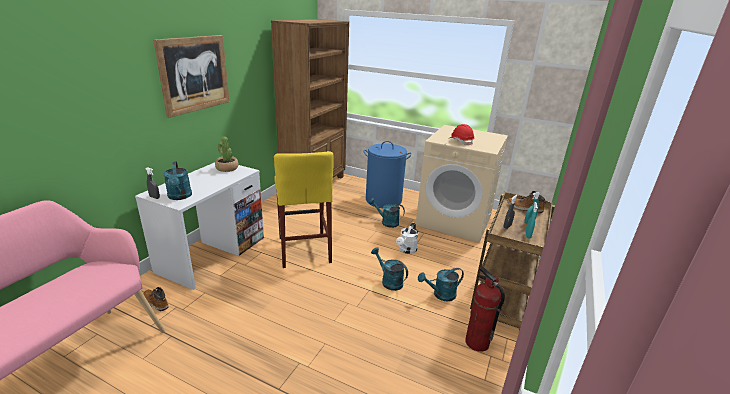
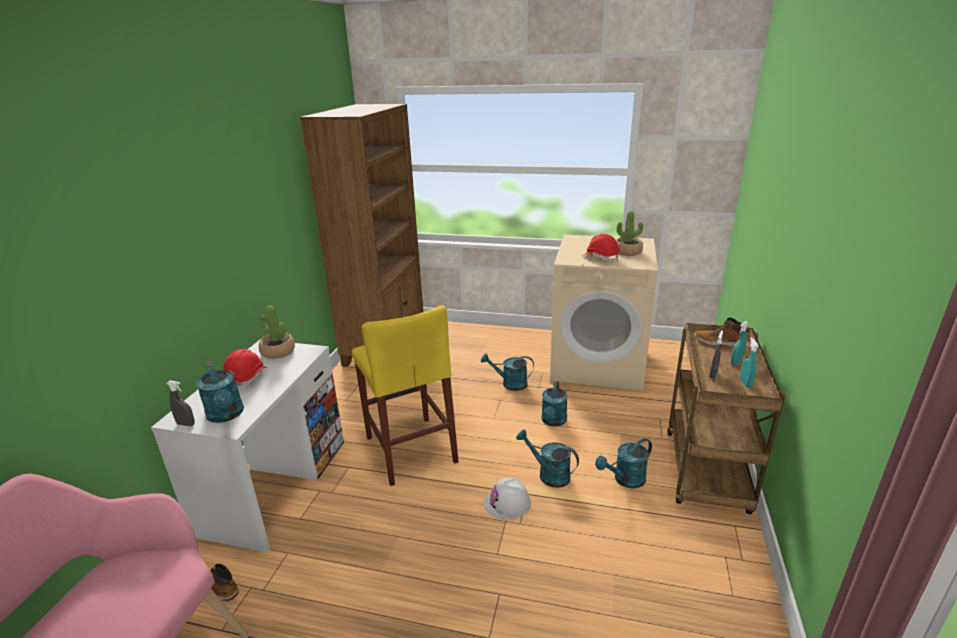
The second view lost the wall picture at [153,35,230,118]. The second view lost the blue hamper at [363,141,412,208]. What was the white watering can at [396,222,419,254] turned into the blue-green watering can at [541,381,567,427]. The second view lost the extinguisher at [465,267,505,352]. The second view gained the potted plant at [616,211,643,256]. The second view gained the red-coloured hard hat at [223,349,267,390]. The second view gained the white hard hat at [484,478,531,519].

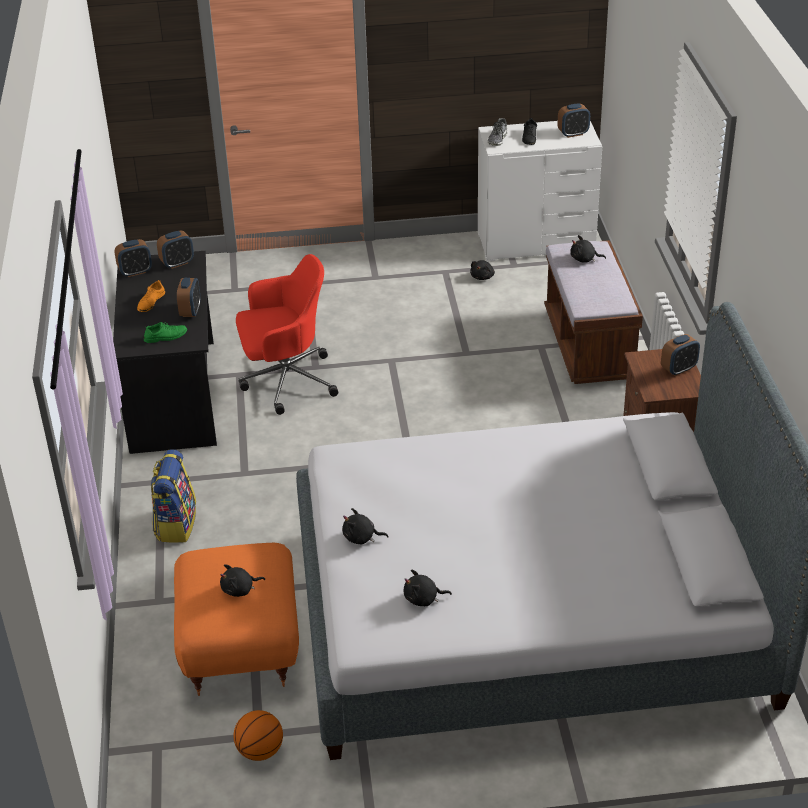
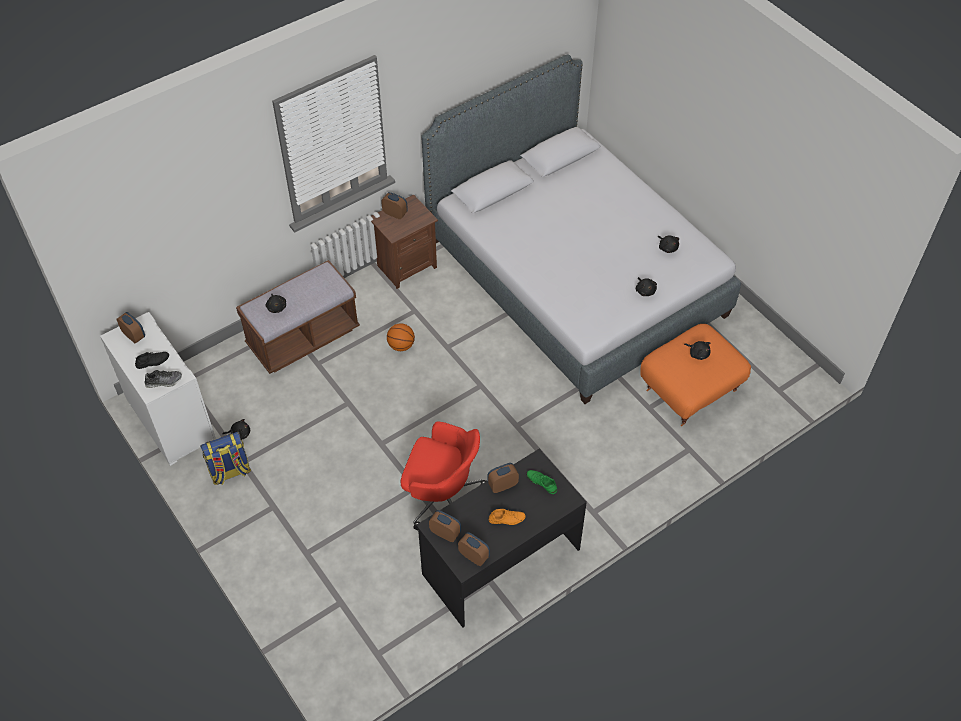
The red-coloured office chair at [236,254,338,415] ended up facing another way, 150 degrees clockwise from before. The backpack ended up elsewhere, having gone from [151,449,196,543] to [200,432,251,485]. The basketball ended up elsewhere, having gone from [234,710,283,761] to [387,323,415,351].

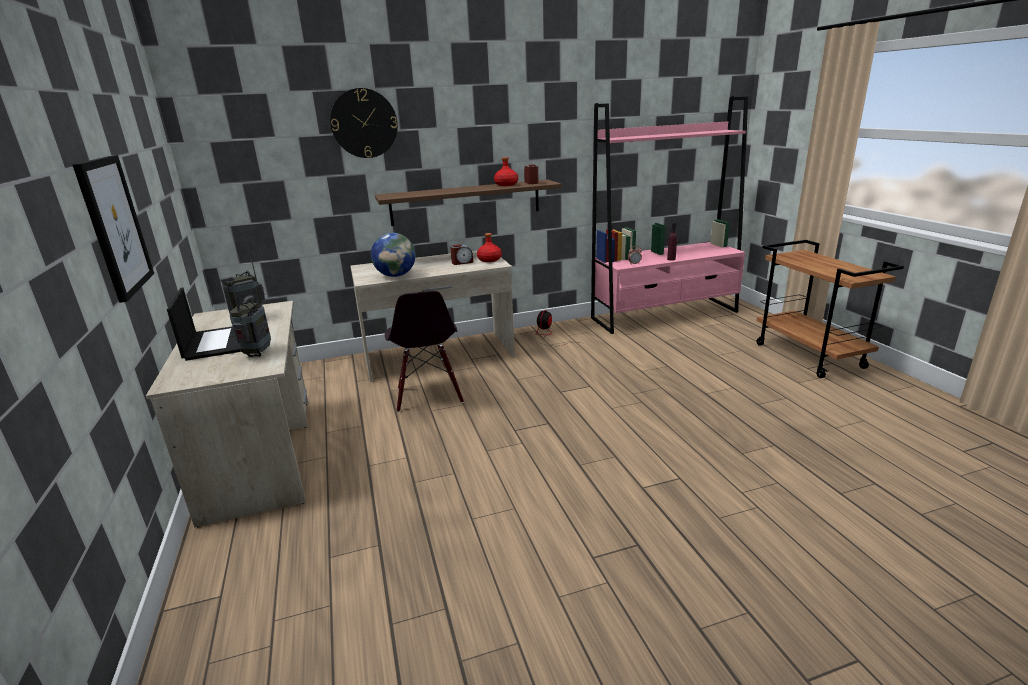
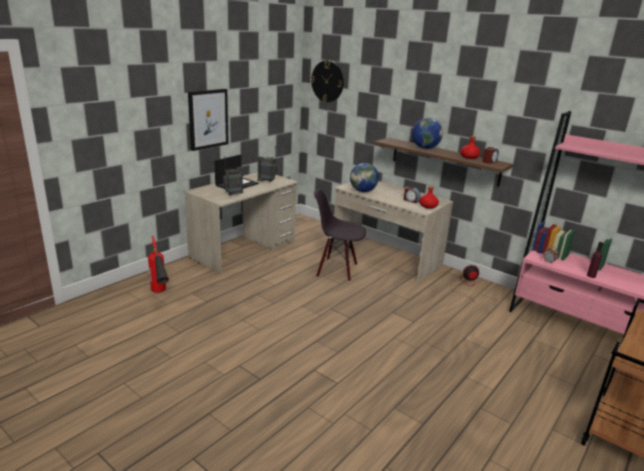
The clock on the wall ended up elsewhere, having gone from [330,88,398,158] to [311,60,344,102]. The blackish plain chair at [385,291,464,412] ended up facing another way, 60 degrees clockwise from before. The second view gained the globe at [412,118,443,149]. The second view gained the extinguisher at [148,236,169,293].

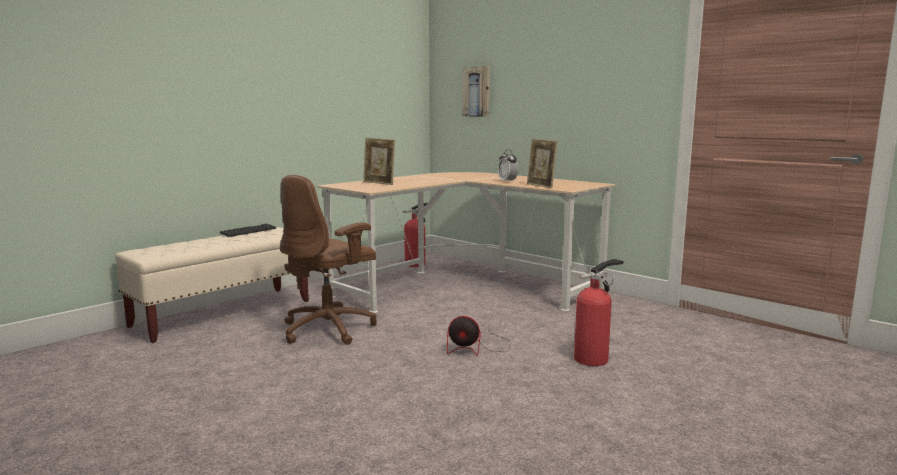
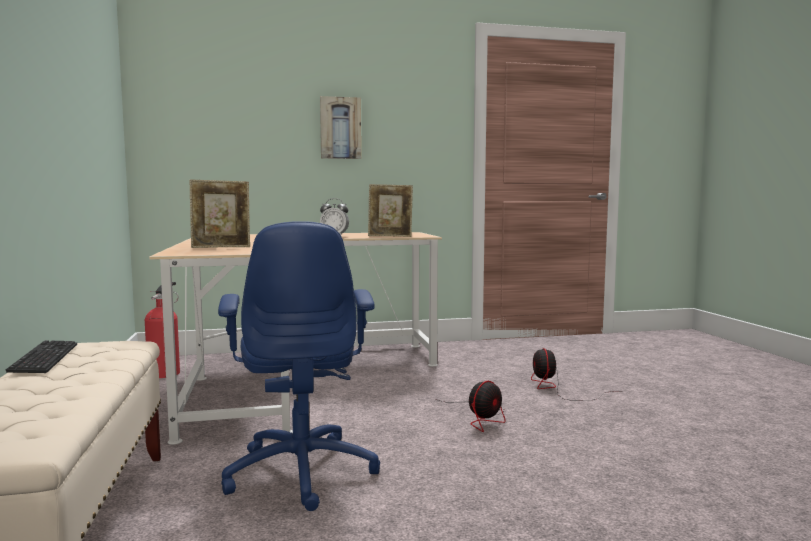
The wall picture ended up elsewhere, having gone from [462,66,490,117] to [320,96,361,159]. What was the brown-coloured office chair at [280,175,377,345] turned into the blue office chair at [218,221,380,511]. Where the extinguisher stood at [574,259,623,366], the cooling fan came to stand at [531,348,615,400].

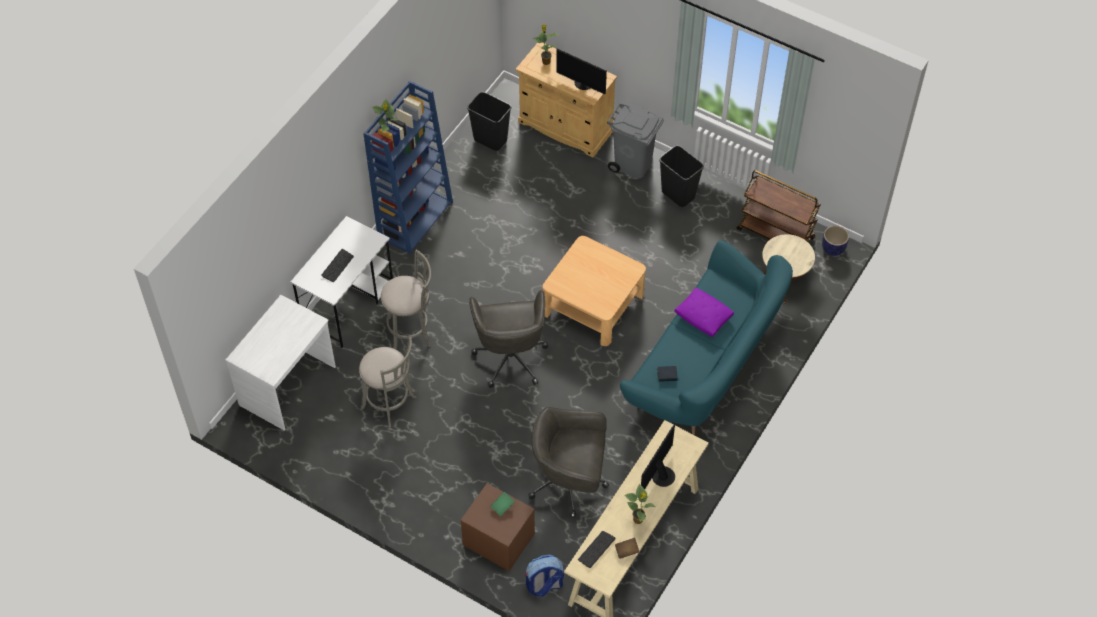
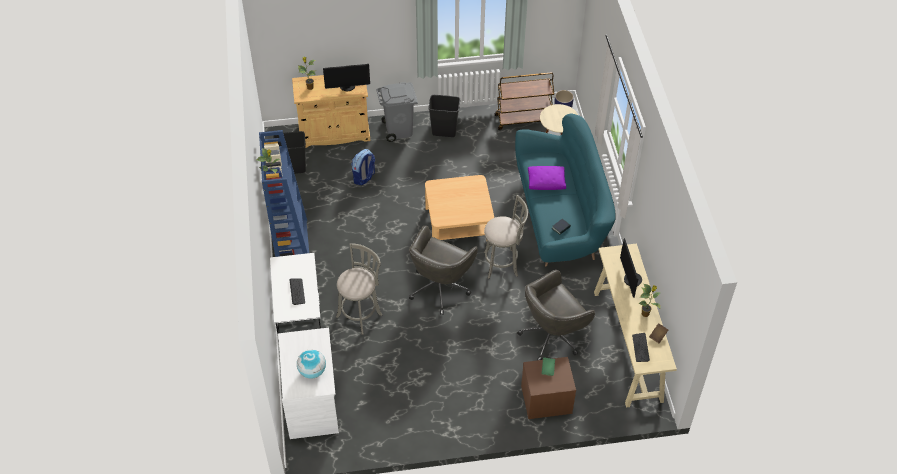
The grey office chair at [469,290,548,388] ended up facing another way, 75 degrees clockwise from before. The grey stool seat ended up elsewhere, having gone from [359,337,416,428] to [484,195,528,279]. The backpack ended up elsewhere, having gone from [526,555,564,597] to [351,149,375,185]. The second view gained the globe at [297,349,326,379].

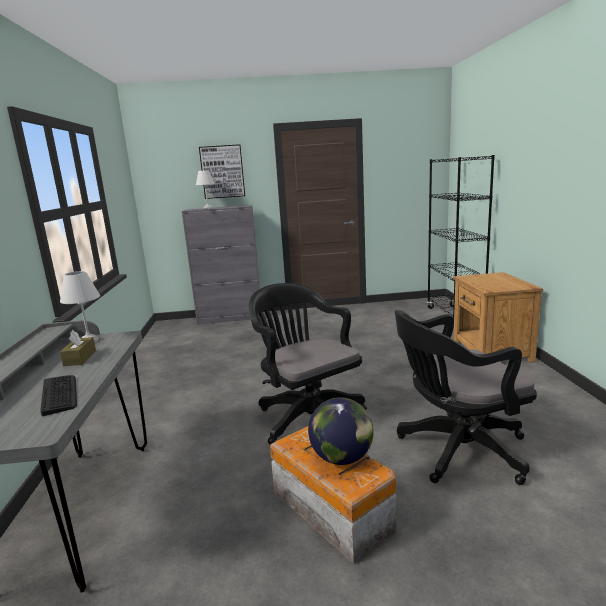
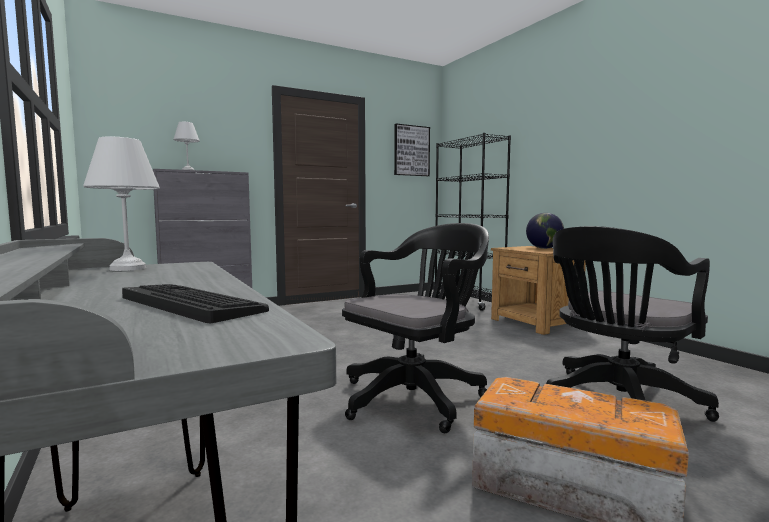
The wall picture ended up elsewhere, having gone from [199,144,245,199] to [394,123,430,176]. The blackish office chair at [249,283,367,445] ended up facing another way, 105 degrees clockwise from before. The second view lost the brown-coloured box of tissues at [60,330,96,366]. The globe ended up elsewhere, having gone from [308,397,374,465] to [526,213,564,249].

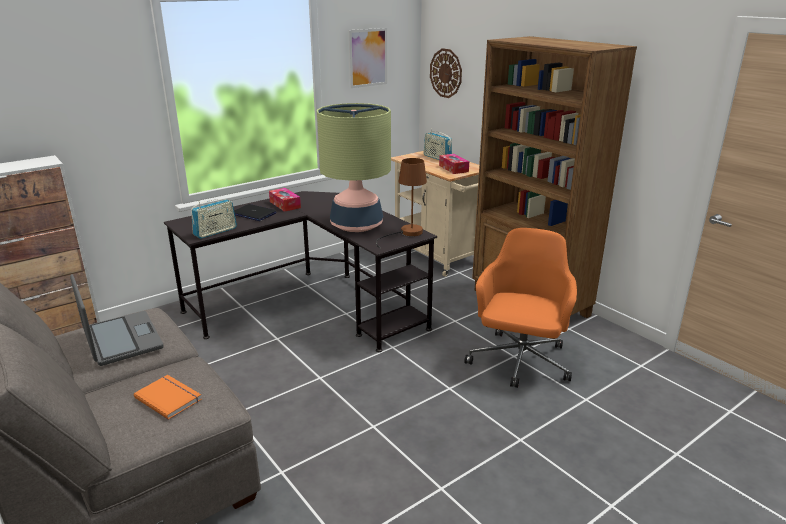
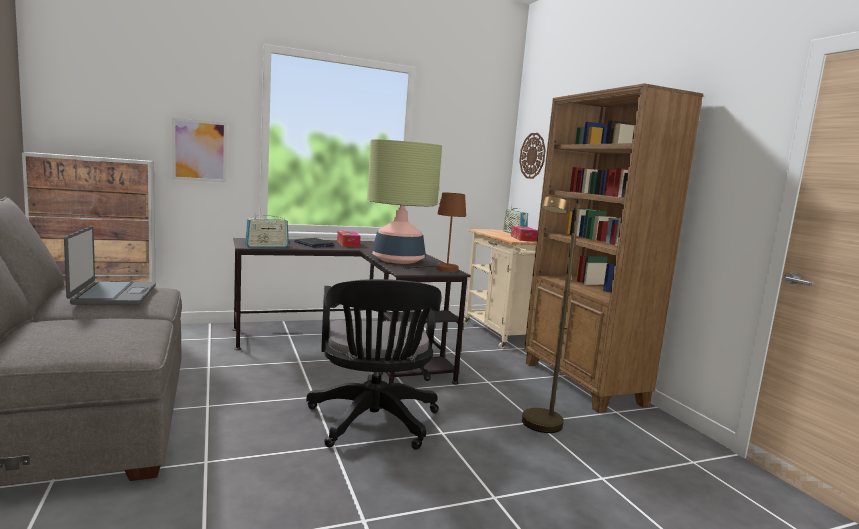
The wall picture ended up elsewhere, having gone from [348,28,387,88] to [172,117,227,182]. Where the orangey office chair stood at [464,228,577,388], the brown-coloured standard lamp came to stand at [522,196,579,433]. The second view lost the orangey volume at [134,375,202,420]. The second view gained the blackish office chair at [306,279,442,450].

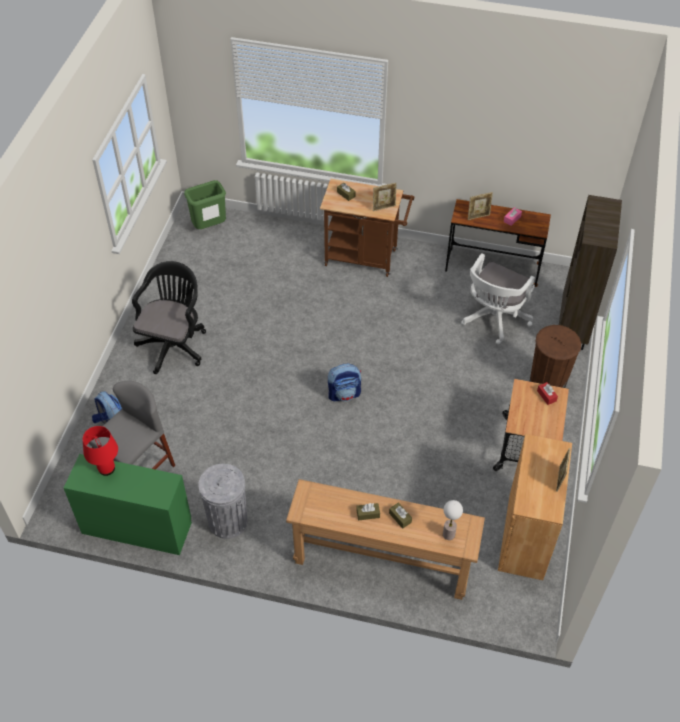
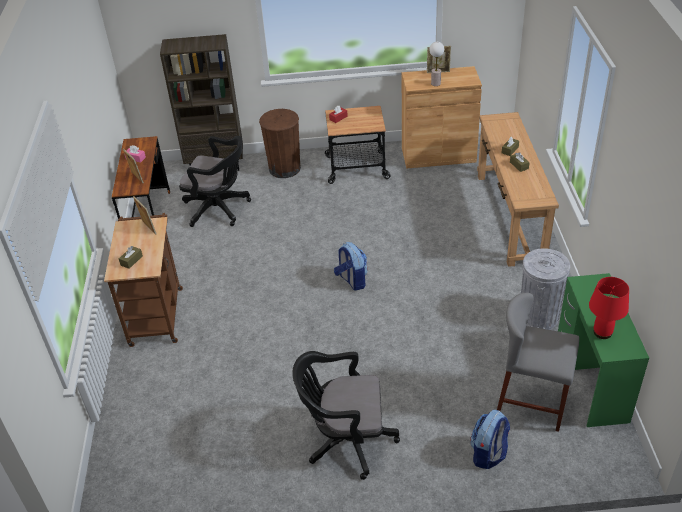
The second view lost the green rubbish bin at [184,180,226,229]. What was the white office chair at [461,253,535,344] turned into the blackish office chair at [179,136,251,227]. The table lamp ended up elsewhere, having gone from [443,500,463,540] to [429,42,444,86].

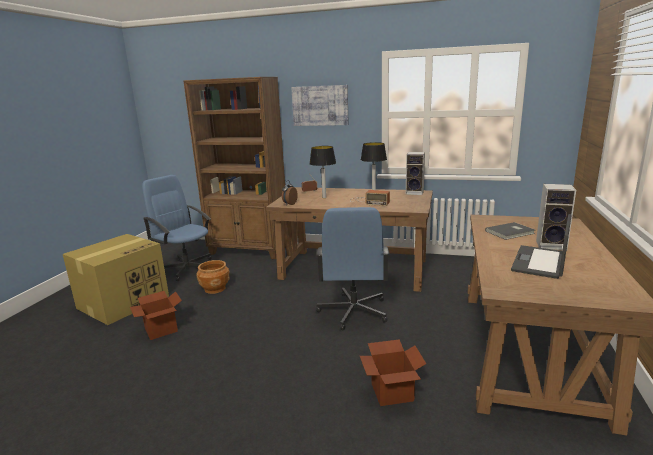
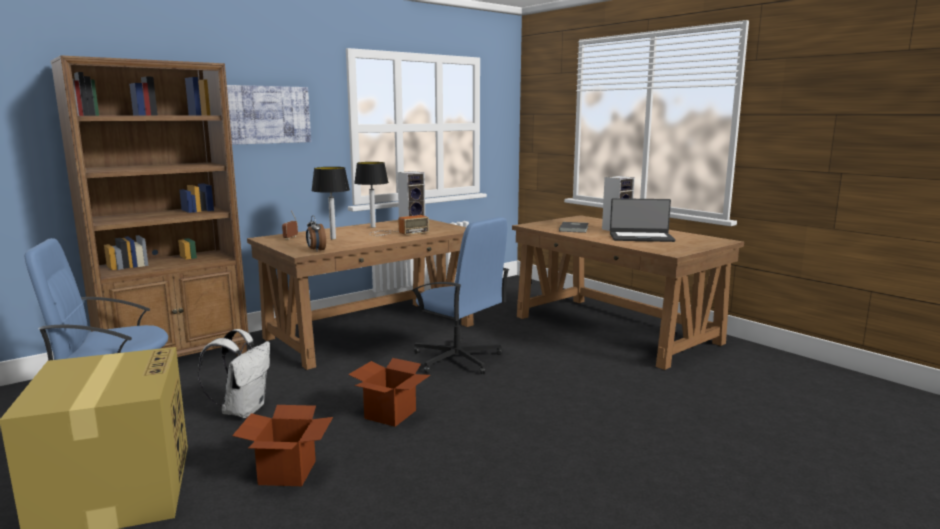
The laptop at [511,214,572,279] ended up facing another way, 60 degrees counterclockwise from before. Where the brown-coloured flower pot stood at [196,260,230,294], the white backpack came to stand at [198,329,270,418]. The carton ended up elsewhere, having gone from [360,339,426,406] to [348,358,430,427].

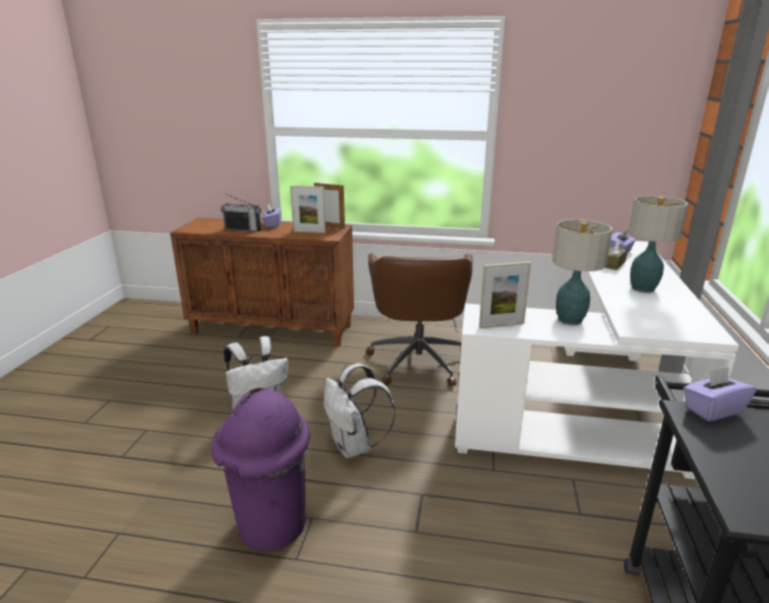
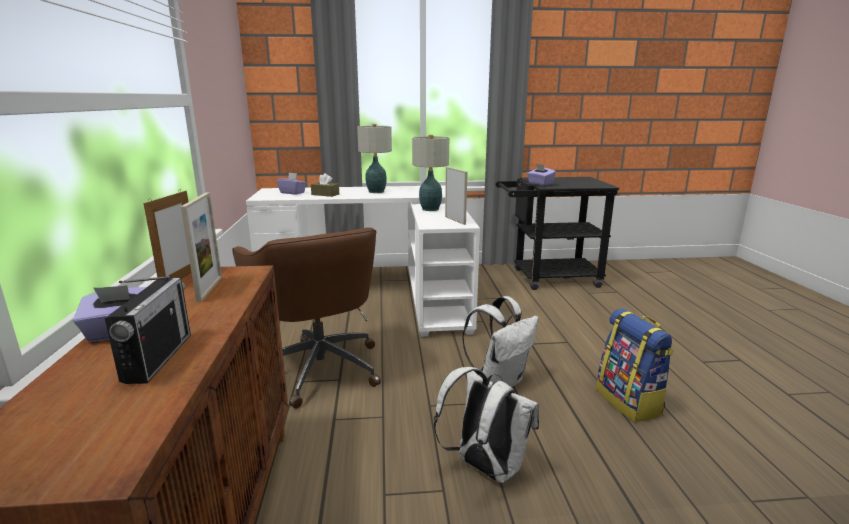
The brown-coloured office chair at [366,253,473,387] ended up facing another way, 75 degrees clockwise from before. Where the purple-coloured rubbish bin stood at [211,388,310,551], the backpack came to stand at [596,309,674,422].

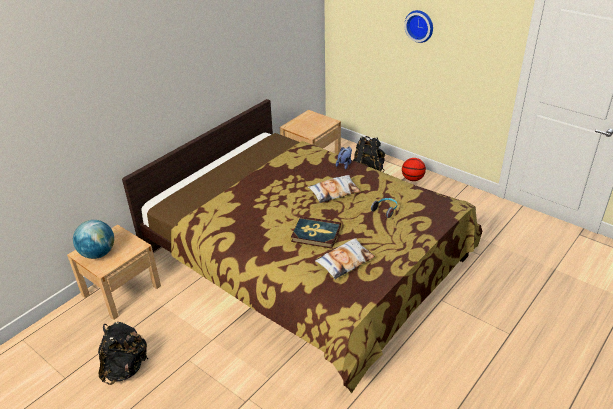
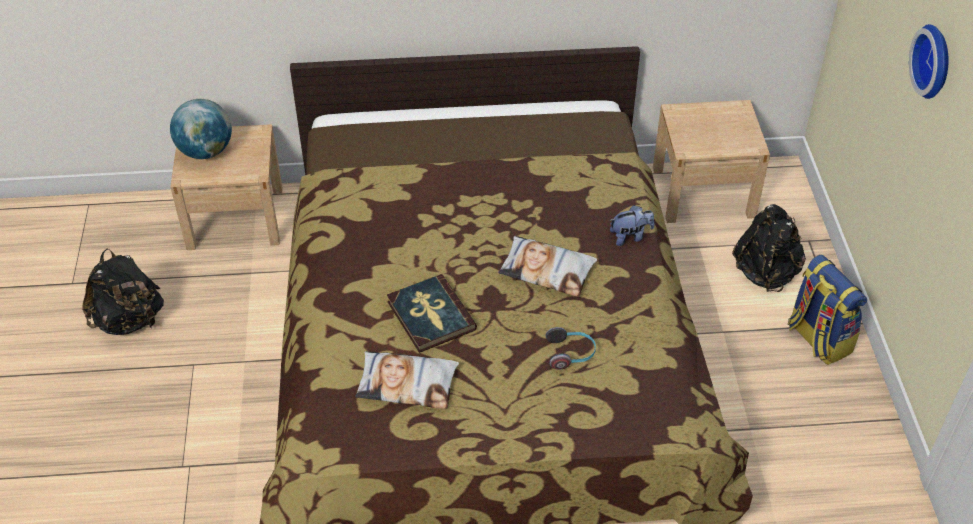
Where the basketball stood at [402,158,426,181], the backpack came to stand at [788,255,867,365].

